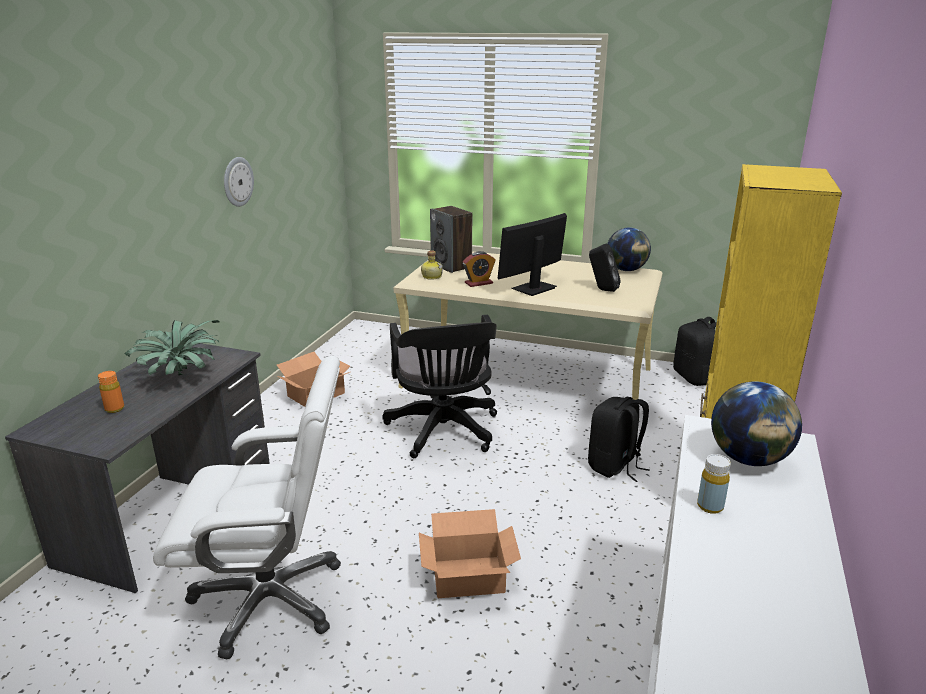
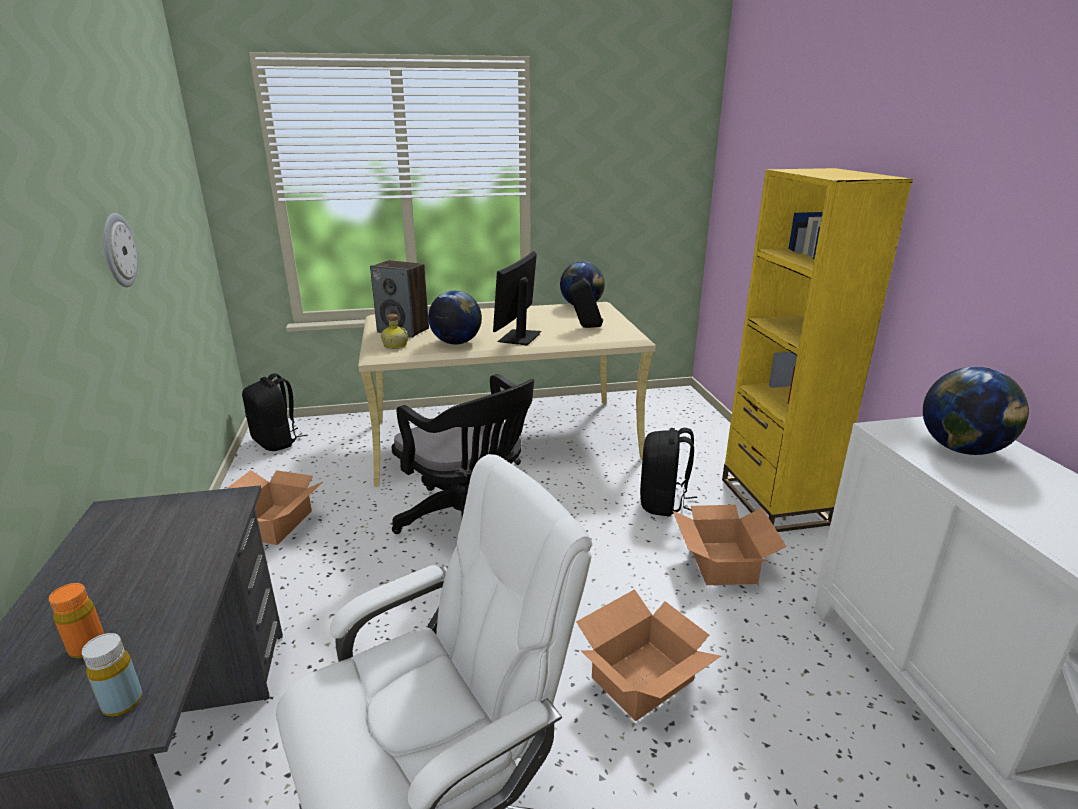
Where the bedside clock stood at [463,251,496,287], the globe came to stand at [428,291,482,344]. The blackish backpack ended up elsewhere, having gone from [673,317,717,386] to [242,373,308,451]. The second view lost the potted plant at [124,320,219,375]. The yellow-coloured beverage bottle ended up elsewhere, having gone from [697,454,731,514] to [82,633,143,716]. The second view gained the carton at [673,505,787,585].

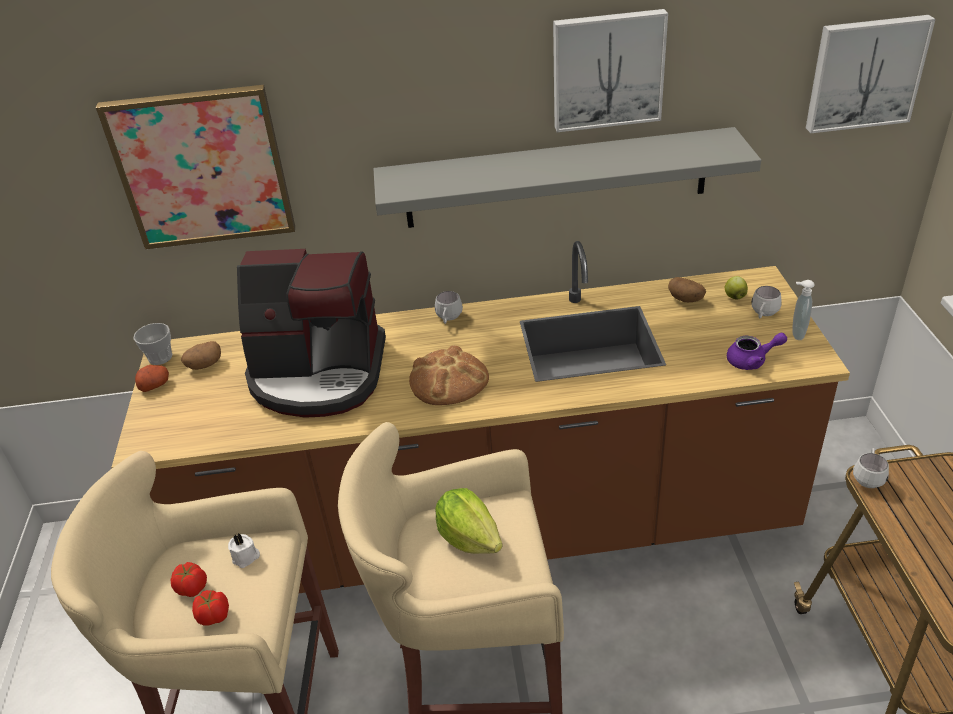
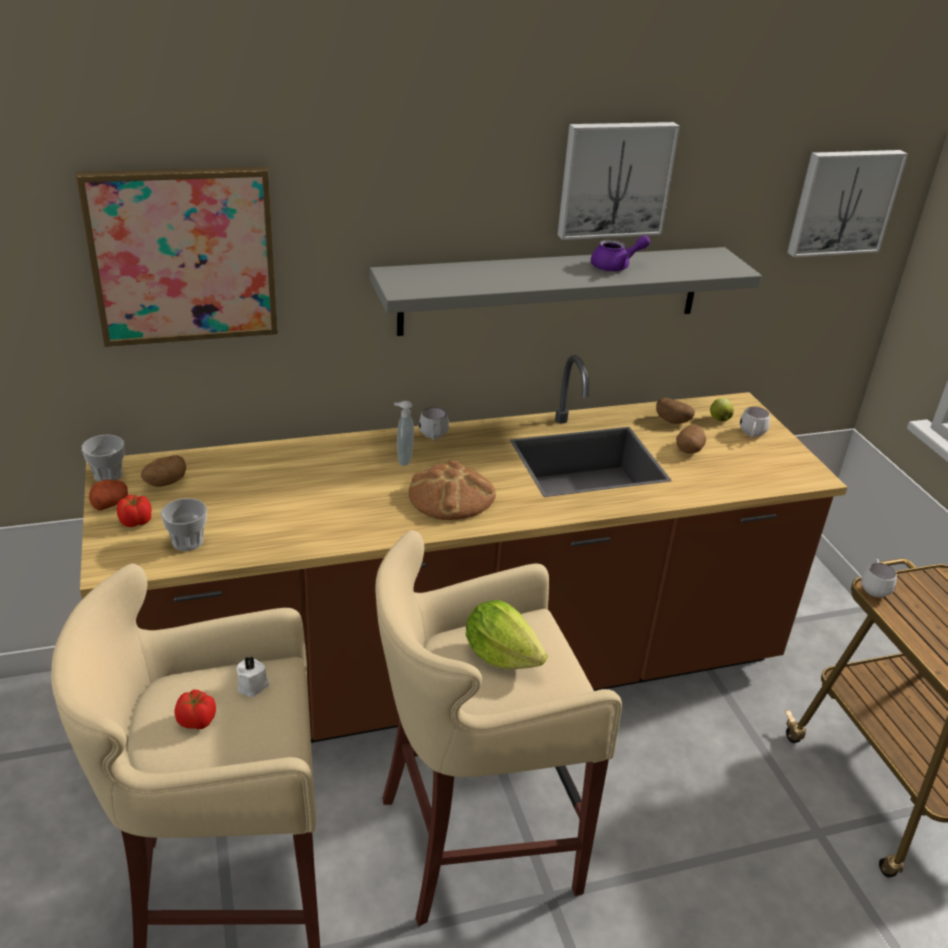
The second view lost the coffee machine at [237,249,386,418]. The liquid soap bottle ended up elsewhere, having gone from [792,280,815,340] to [394,401,414,466]. The purple-coloured teapot ended up elsewhere, having gone from [727,333,787,370] to [591,235,650,271]. The fresh tomato ended up elsewhere, having gone from [192,590,229,625] to [117,494,152,527]. The second view gained the spud at [676,424,706,454]. The second view gained the drinking cup at [161,498,207,551].

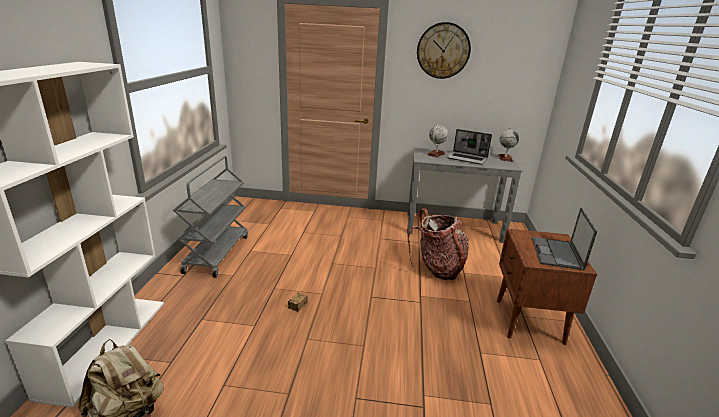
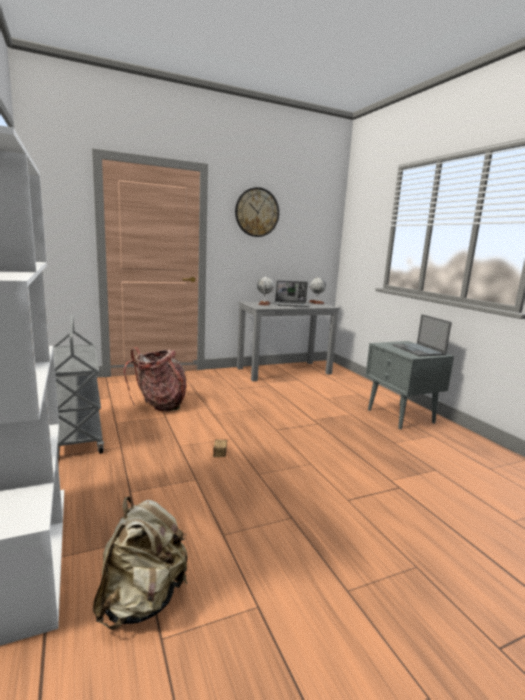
The backpack ended up elsewhere, having gone from [408,208,469,280] to [124,347,187,412]. What was the brown-coloured night table at [496,229,597,345] turned into the grey night table at [366,341,454,429].

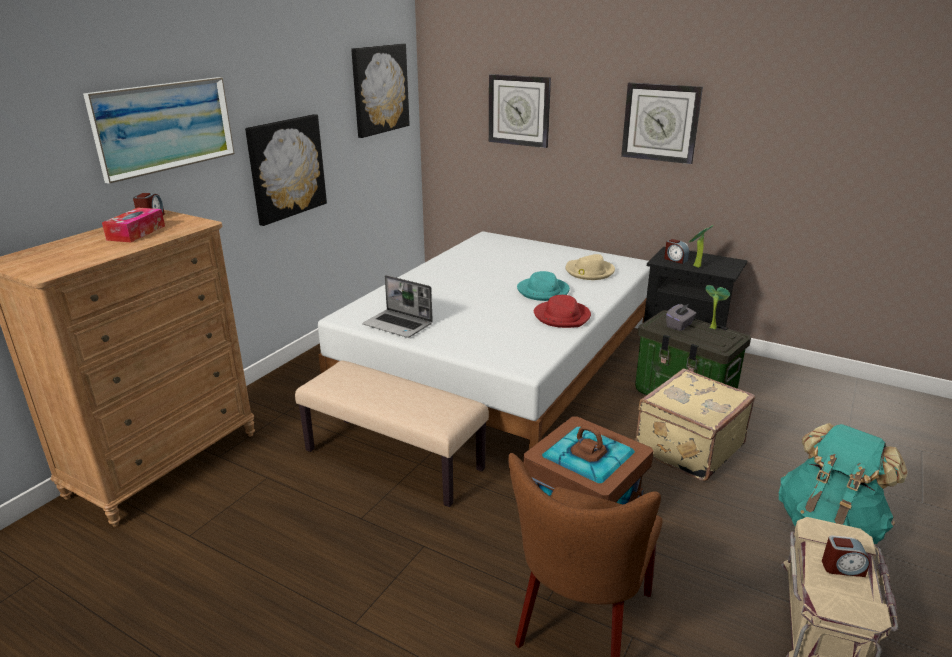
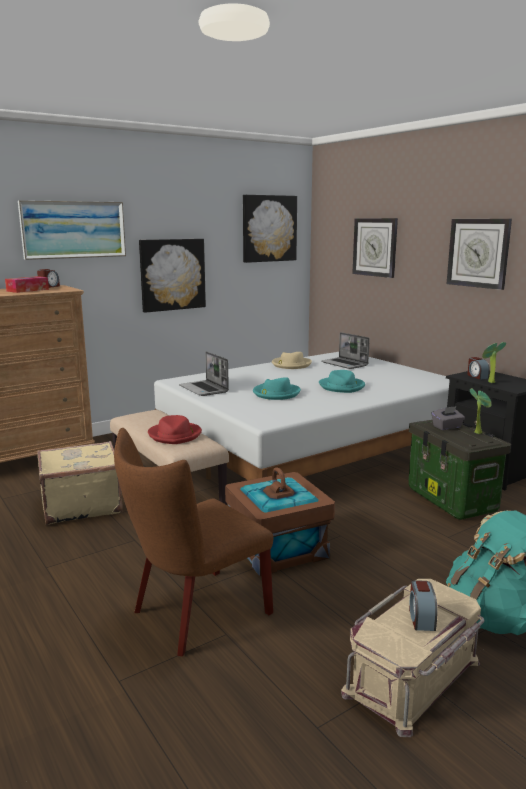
The sand-coloured wearable hat ended up elsewhere, having gone from [565,254,615,280] to [272,352,312,369]. The red-coloured wearable hat ended up elsewhere, having gone from [534,295,591,328] to [148,415,202,444]. The sand-coloured suitcase ended up elsewhere, having gone from [635,368,755,481] to [37,441,123,525]. The bedside clock at [822,536,870,577] ended up facing another way, 60 degrees clockwise from before. The second view gained the laptop at [321,332,370,369]. The second view gained the blue-green wearable hat at [253,377,301,400].

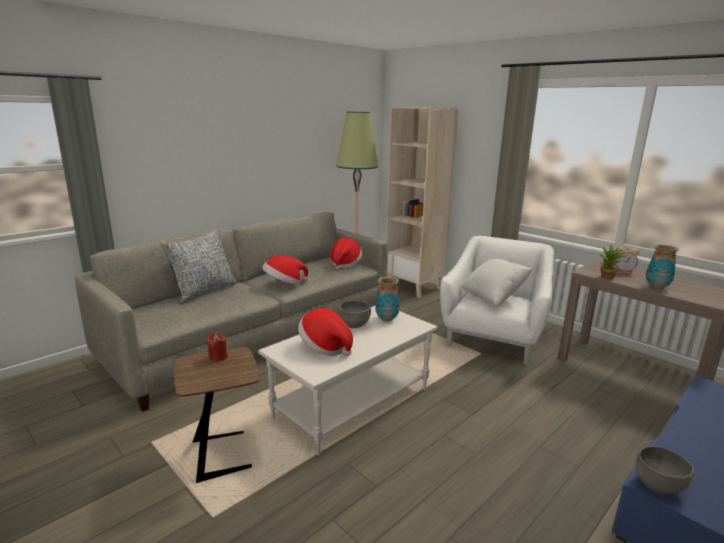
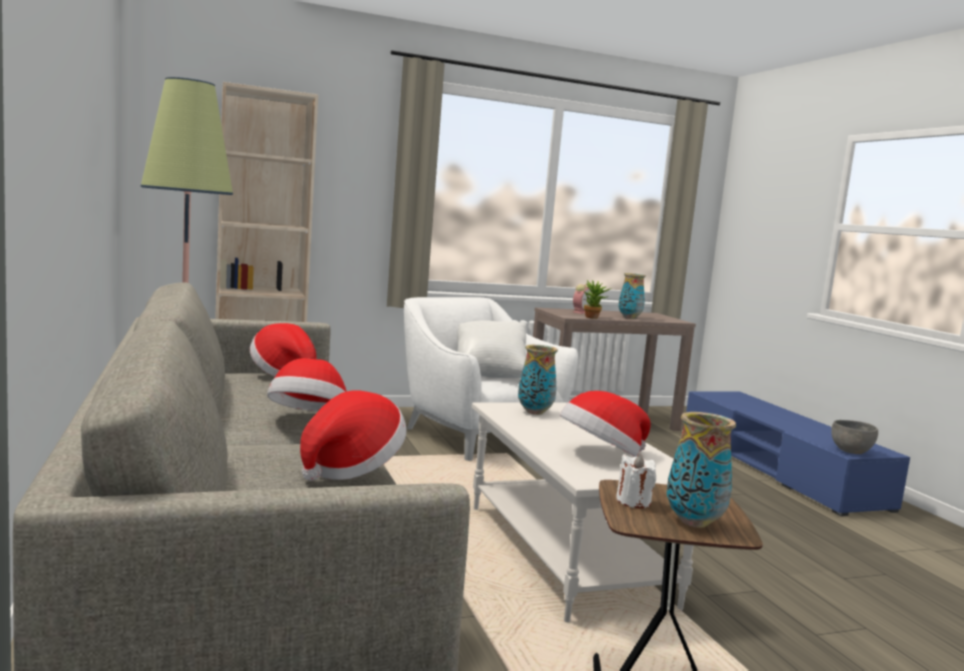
The second view lost the cushion at [160,228,237,304]. The second view lost the grey bowl at [338,300,371,328]. What was the red-coloured wax candle at [207,332,227,362] turned into the white wax candle at [616,454,656,509]. The second view gained the wearable hat at [300,390,407,481]. The second view gained the vase at [667,412,736,528].

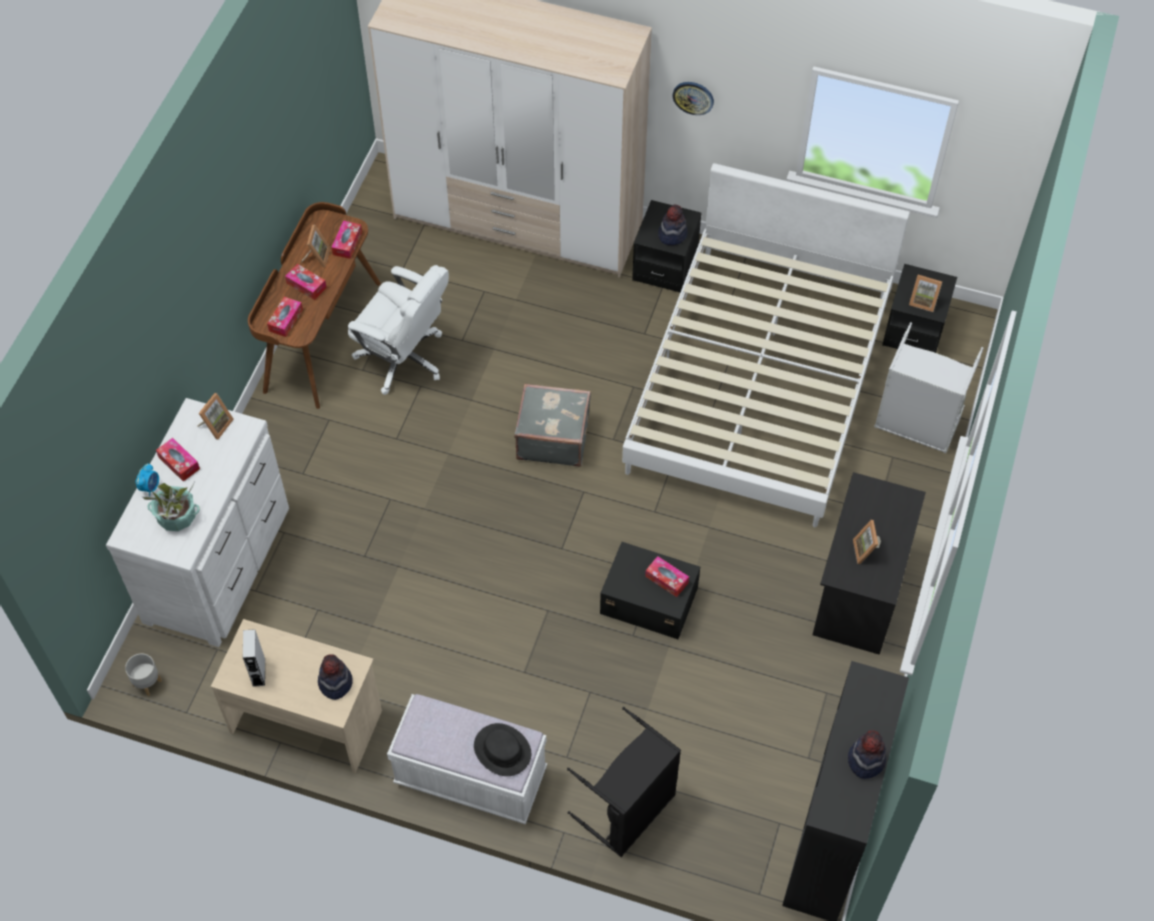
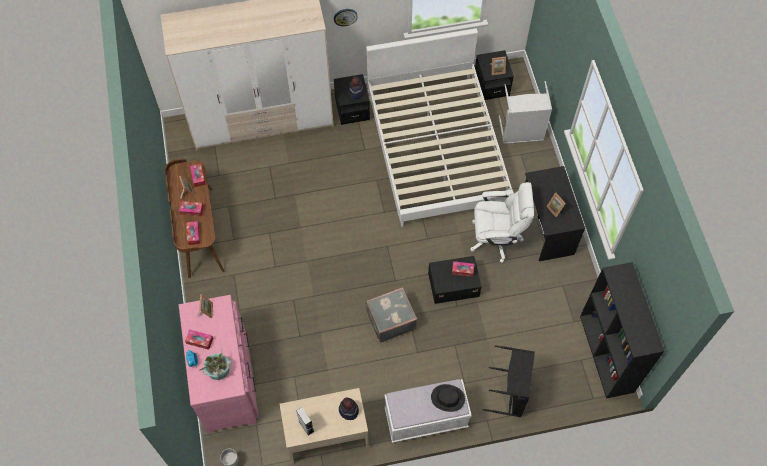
The white office chair ended up elsewhere, having gone from [348,265,449,395] to [470,182,534,263]. The grey suitcase ended up elsewhere, having gone from [514,384,591,467] to [366,287,417,343]. What was the white drawer chest at [106,398,289,647] turned into the pink drawer chest at [179,295,259,433]. The second view lost the wearable hat at [848,730,886,779].

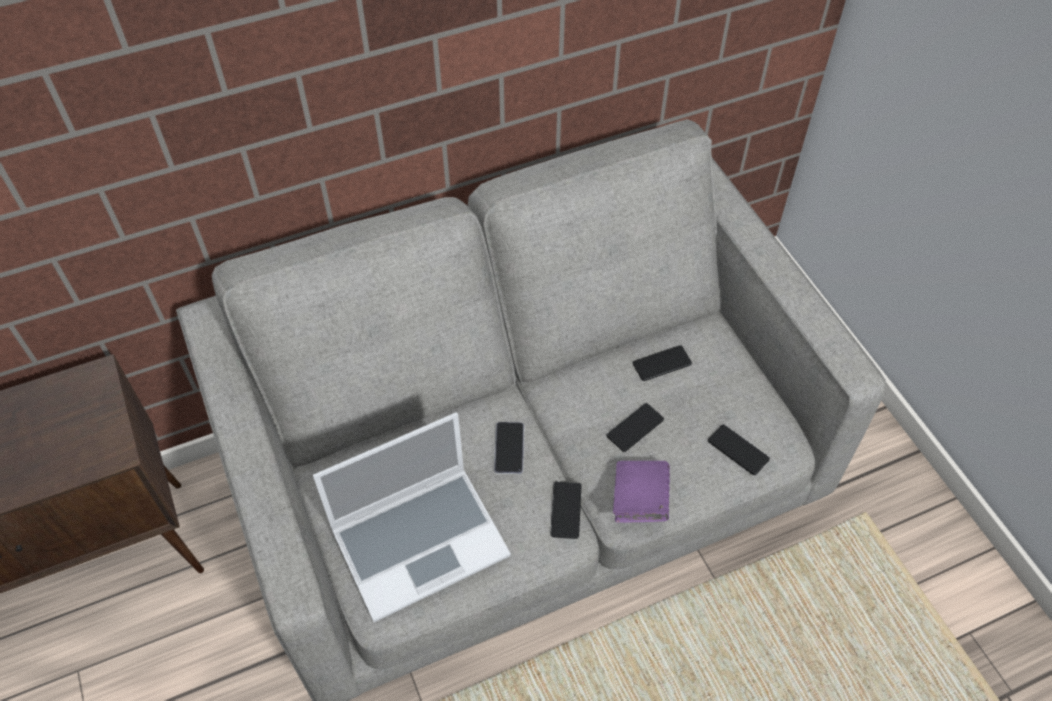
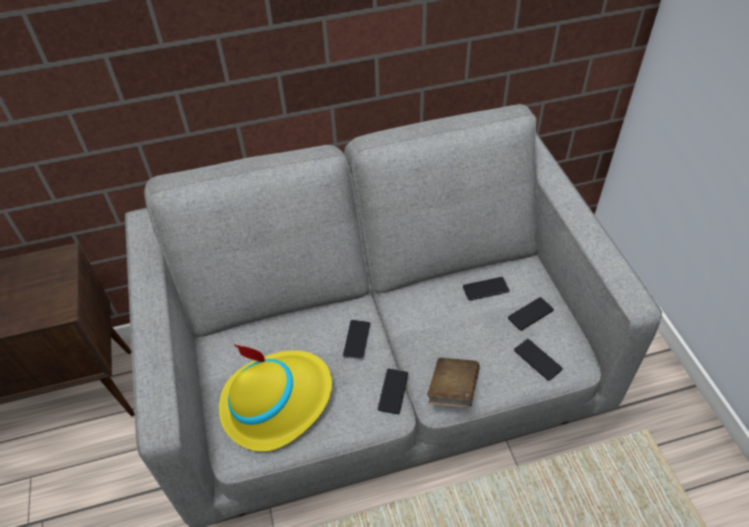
The phone ended up elsewhere, having gone from [606,403,664,452] to [508,297,554,331]. Where the laptop stood at [313,412,511,622], the yellow-coloured wearable hat came to stand at [219,344,332,452]. What was the purple-coloured volume at [613,461,670,523] turned into the brown-coloured volume at [427,358,480,407].

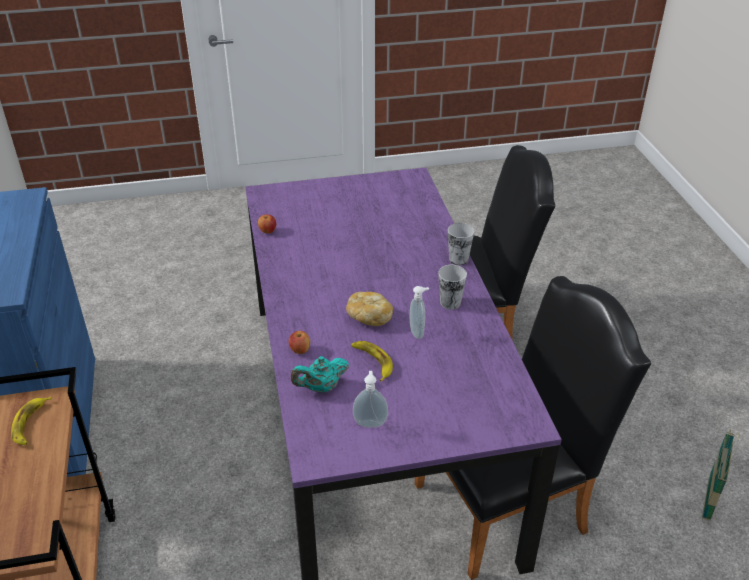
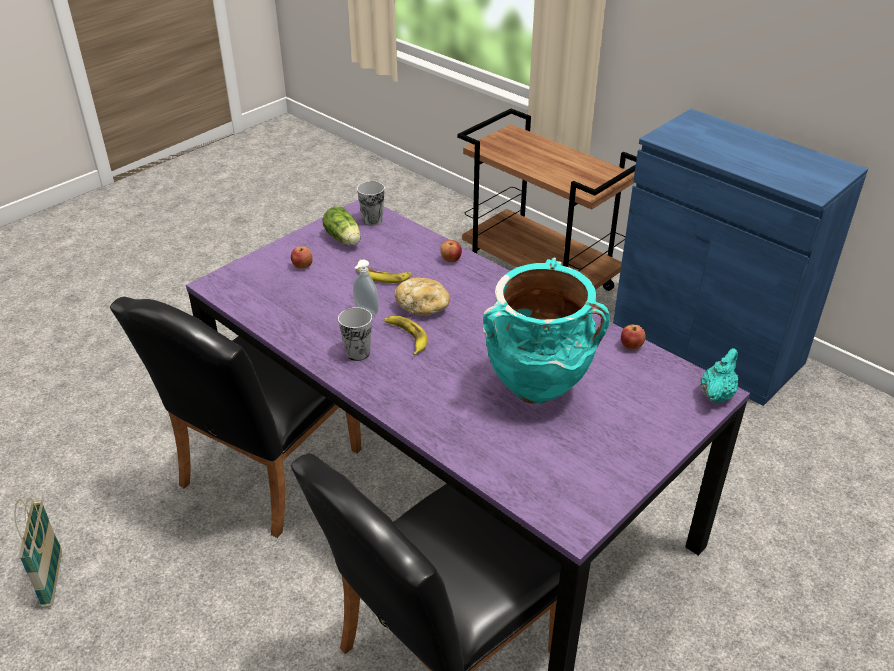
The drinking cup ended up elsewhere, having gone from [448,223,474,265] to [357,181,385,226]. The blue-green teapot ended up elsewhere, having gone from [291,356,349,393] to [701,348,739,403]. Where the liquid soap bottle stood at [353,371,388,428], the lettuce came to stand at [323,206,361,245]. The whole banana ended up elsewhere, having gone from [11,397,52,445] to [384,316,427,355]. The second view gained the whole apple at [291,246,313,269]. The second view gained the blue-green vase at [483,257,610,404].

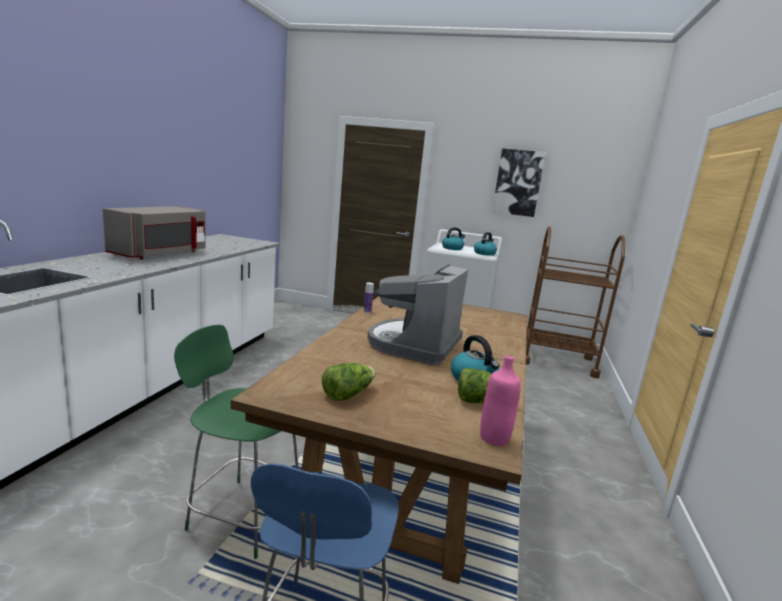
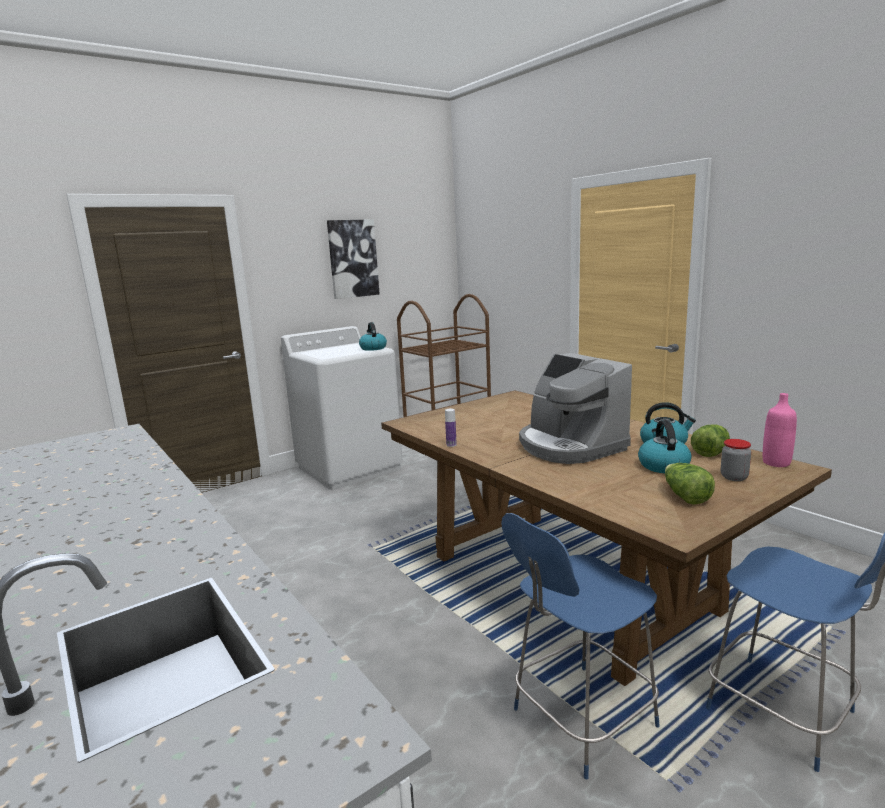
The second view lost the grey kitchen microwave at [103,206,206,259]. The water kettle ended up elsewhere, having gone from [442,227,465,250] to [638,420,691,473]. What was the green plain chair at [174,325,299,559] turned into the blue plain chair at [501,513,660,779]. The second view gained the storage jar at [721,439,751,481].

